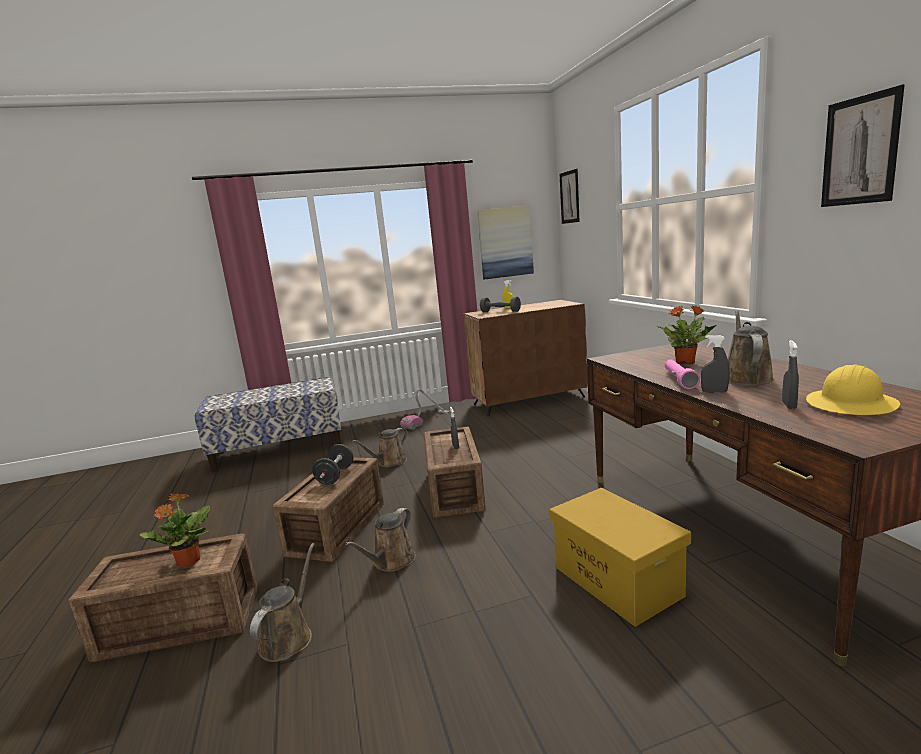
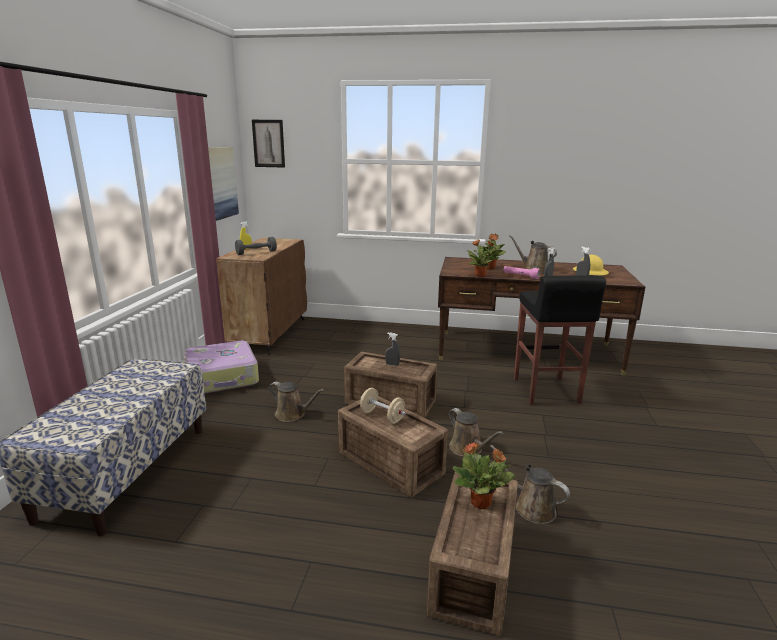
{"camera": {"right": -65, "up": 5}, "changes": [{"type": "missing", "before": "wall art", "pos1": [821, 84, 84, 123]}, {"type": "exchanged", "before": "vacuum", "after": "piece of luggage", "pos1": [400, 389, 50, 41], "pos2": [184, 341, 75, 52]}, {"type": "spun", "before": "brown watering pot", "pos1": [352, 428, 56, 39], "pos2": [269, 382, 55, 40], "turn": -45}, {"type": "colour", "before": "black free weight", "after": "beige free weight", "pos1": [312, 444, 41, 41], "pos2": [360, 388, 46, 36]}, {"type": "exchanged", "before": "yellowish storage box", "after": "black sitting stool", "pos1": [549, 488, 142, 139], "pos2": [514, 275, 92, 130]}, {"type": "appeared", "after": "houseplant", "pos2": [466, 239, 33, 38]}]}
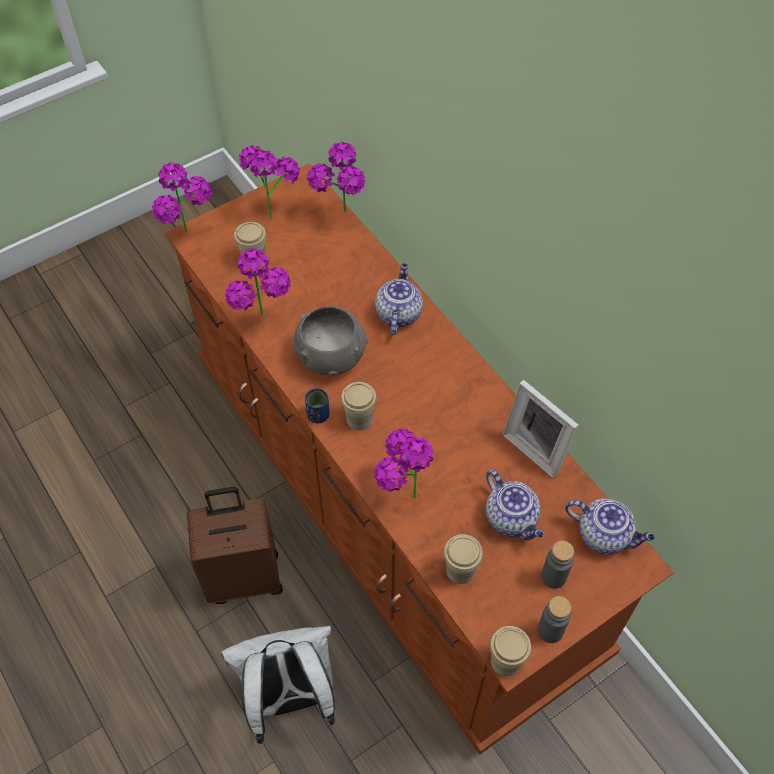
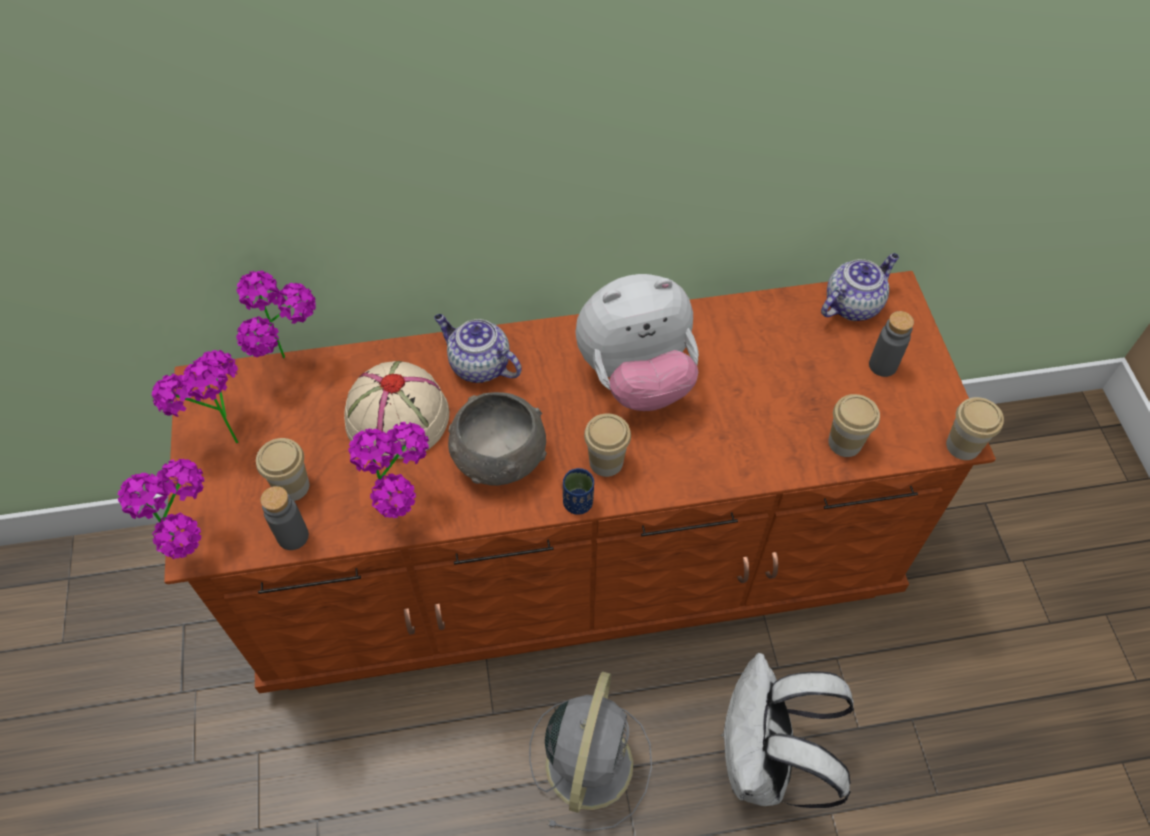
{"camera": {"right": -65, "up": 0}, "changes": [{"type": "missing", "before": "standing frame", "pos1": [503, 380, 76, 98]}, {"type": "missing", "before": "houseplant", "pos1": [374, 428, 59, 70]}, {"type": "missing", "before": "pot for tea", "pos1": [486, 470, 57, 70]}, {"type": "exchanged", "before": "brown piece of luggage", "after": "grey electric fan", "pos1": [187, 487, 96, 117], "pos2": [529, 671, 123, 160]}, {"type": "relocated", "before": "grey bottle", "pos1": [538, 596, 33, 47], "pos2": [260, 486, 49, 64]}, {"type": "appeared", "after": "plush toy", "pos2": [575, 274, 124, 137]}, {"type": "appeared", "after": "beige wearable hat", "pos2": [344, 361, 105, 98]}]}
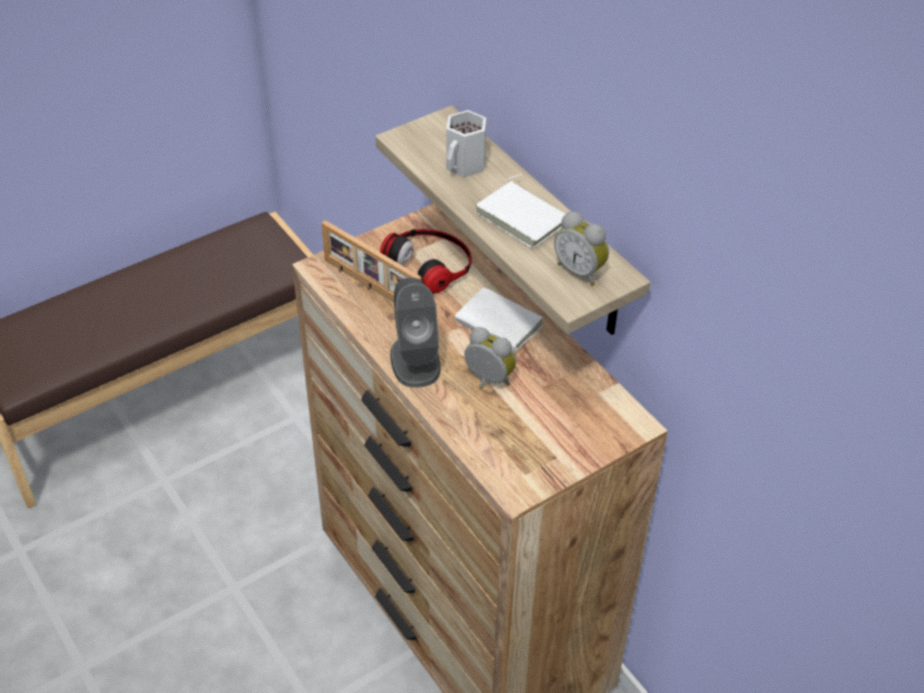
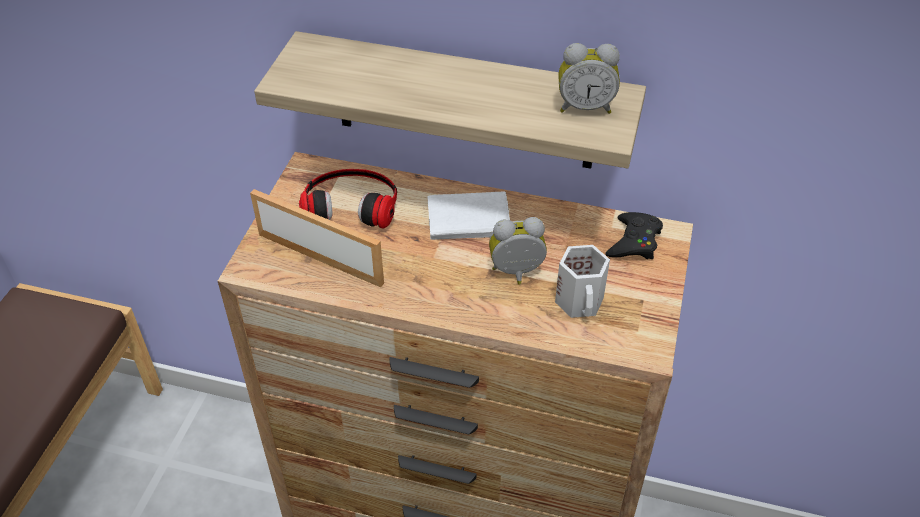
{"camera": {"right": -40, "up": 0}, "changes": [{"type": "relocated", "before": "white mug", "pos1": [446, 110, 40, 67], "pos2": [555, 245, 55, 73]}, {"type": "missing", "before": "white volume", "pos1": [475, 174, 91, 75]}, {"type": "spun", "before": "standing frame", "pos1": [321, 220, 101, 82], "pos2": [250, 189, 134, 98], "turn": -150}, {"type": "missing", "before": "grey audio speaker", "pos1": [390, 278, 50, 110]}, {"type": "appeared", "after": "black gamepad", "pos2": [605, 212, 58, 47]}]}
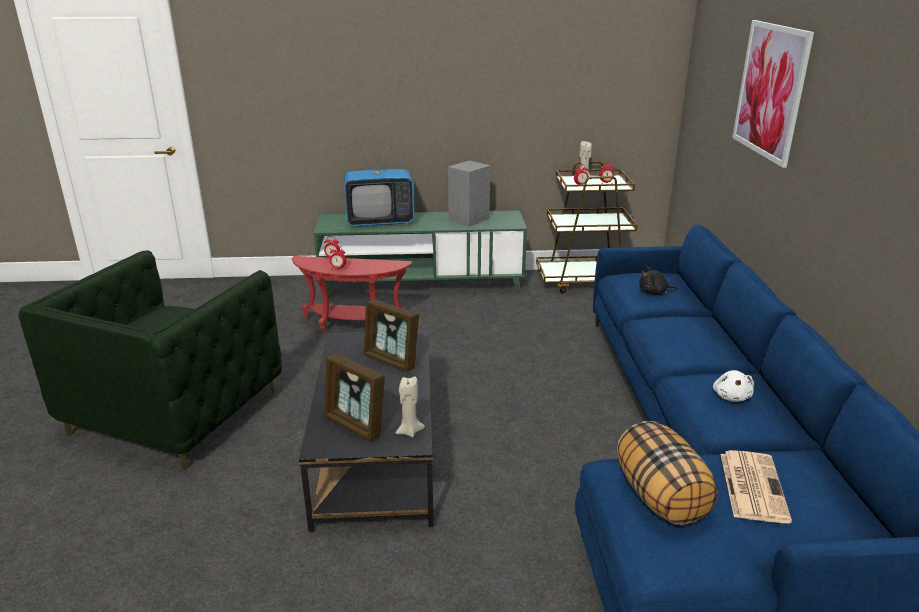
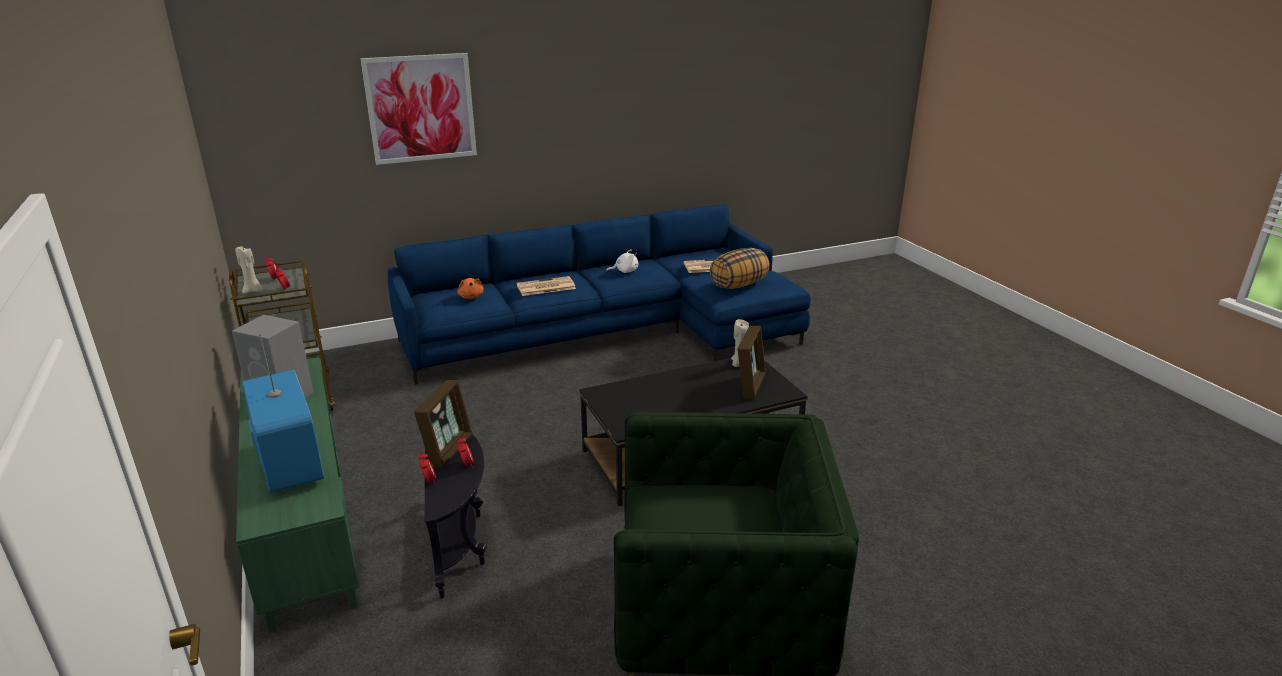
{"camera": {"right": -110, "up": 0}, "changes": [{"type": "colour", "before": "red accent table", "after": "black accent table", "pos1": [292, 256, 120, 78], "pos2": [425, 434, 62, 164]}, {"type": "colour", "before": "black plush toy", "after": "orange-coloured plush toy", "pos1": [639, 266, 39, 29], "pos2": [457, 278, 27, 21]}, {"type": "relocated", "before": "standing frame", "pos1": [363, 299, 56, 73], "pos2": [414, 380, 58, 88]}, {"type": "appeared", "after": "newspaper", "pos2": [517, 276, 59, 20]}]}
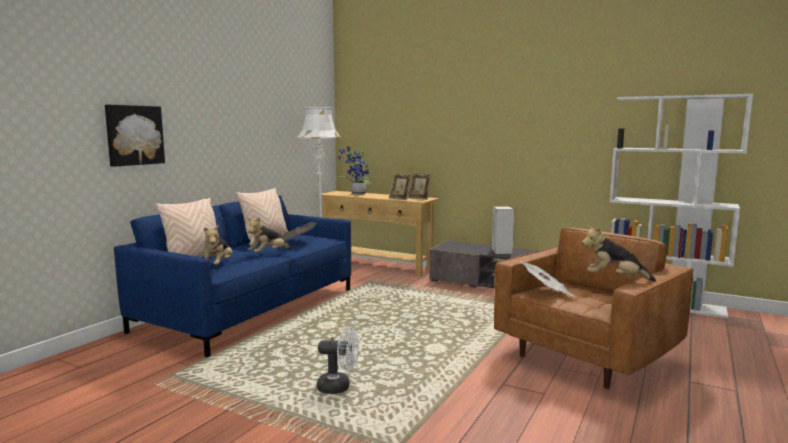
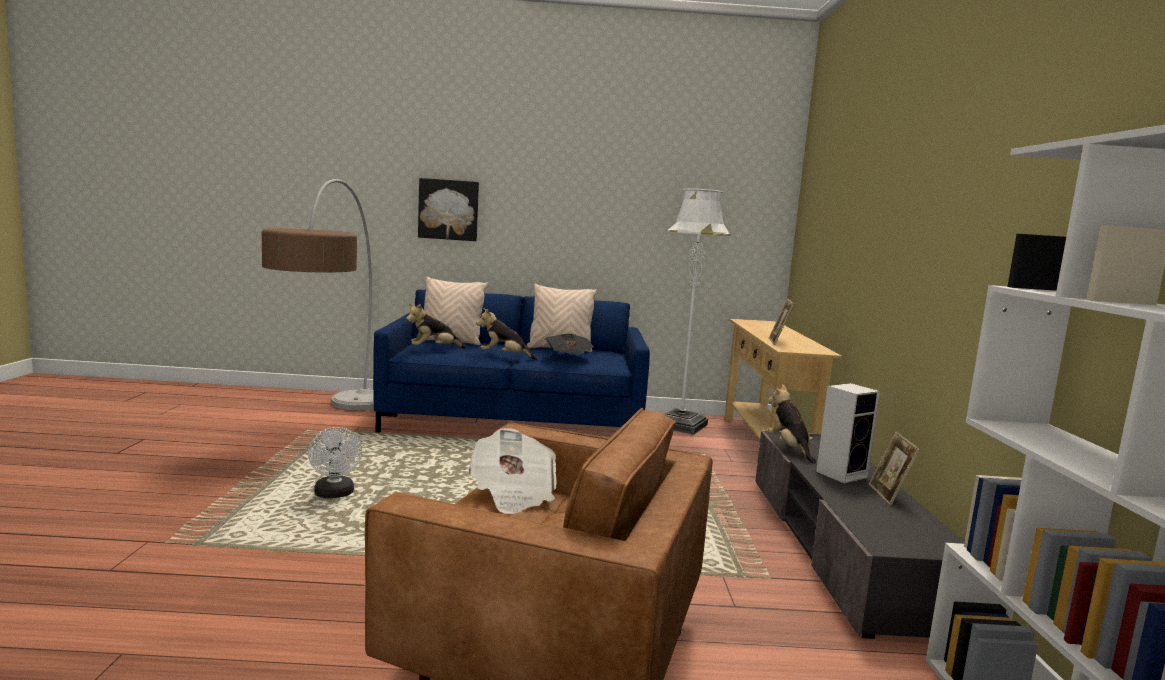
{"camera": {"right": 60, "up": 0}, "changes": [{"type": "missing", "before": "houseplant", "pos1": [338, 146, 32, 49]}, {"type": "relocated", "before": "standing frame", "pos1": [408, 172, 24, 28], "pos2": [869, 431, 51, 74]}, {"type": "relocated", "before": "plush toy", "pos1": [582, 225, 74, 57], "pos2": [768, 384, 48, 80]}, {"type": "appeared", "after": "standing lamp", "pos2": [262, 179, 112, 232]}]}
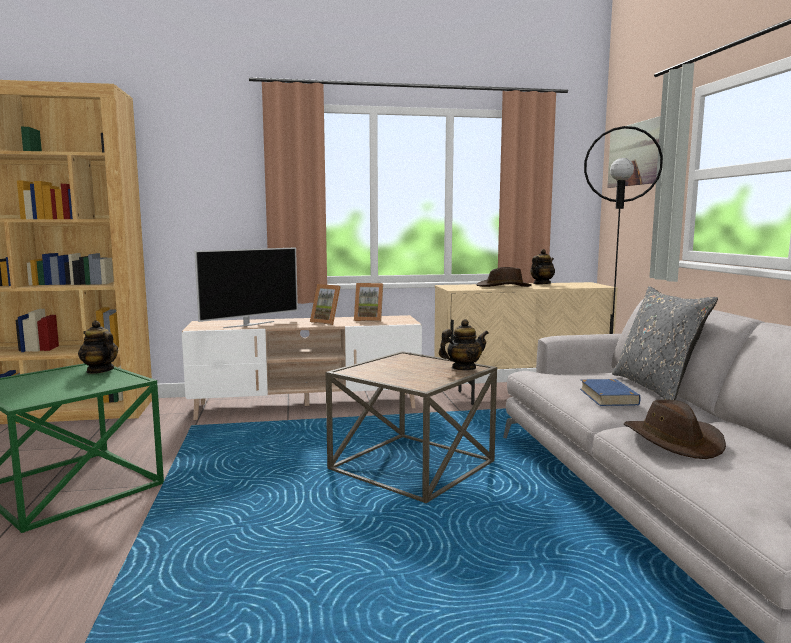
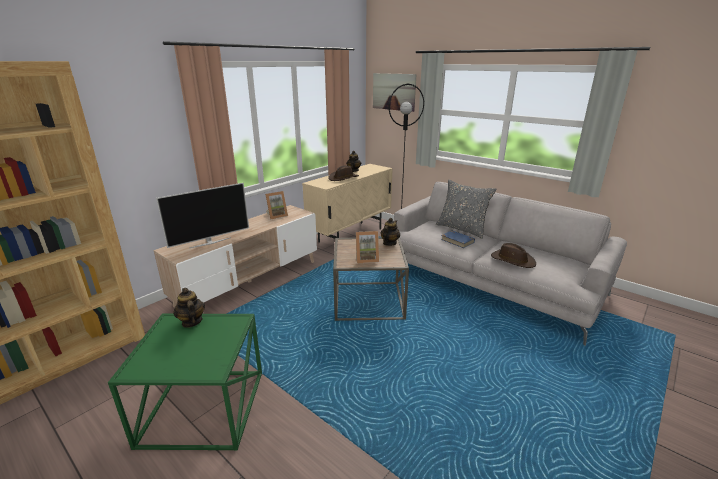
{"camera": {"right": -40, "up": 15}, "changes": [{"type": "spun", "before": "TV", "pos1": [195, 247, 103, 81], "pos2": [156, 183, 93, 65], "turn": 45}, {"type": "relocated", "before": "standing frame", "pos1": [310, 284, 31, 41], "pos2": [356, 231, 23, 32]}, {"type": "spun", "before": "pot for tea", "pos1": [78, 321, 40, 53], "pos2": [173, 288, 32, 40], "turn": 60}]}
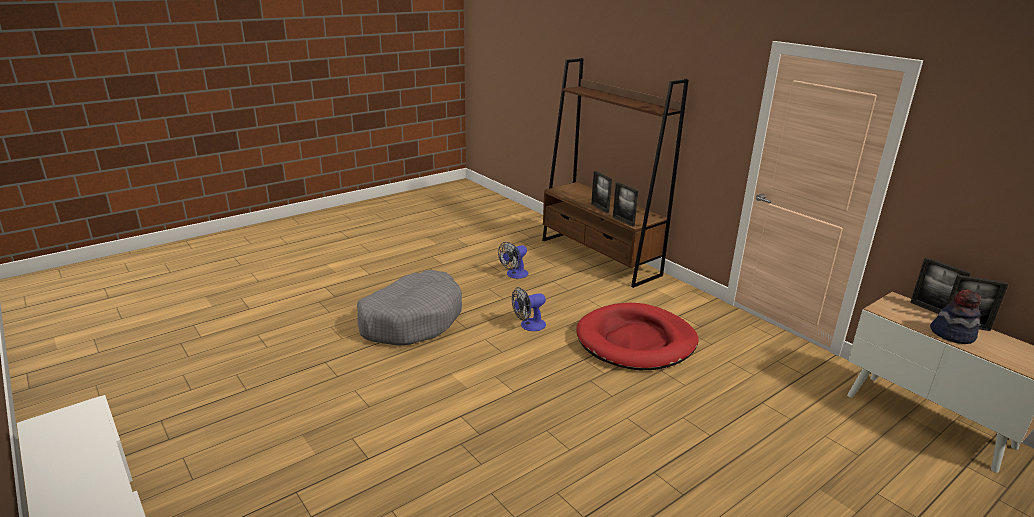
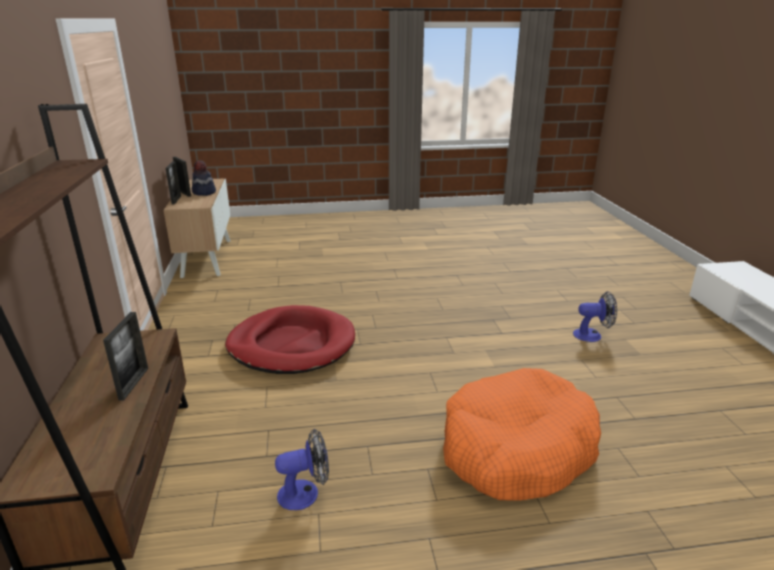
{"camera": {"right": -150, "up": 0}, "changes": [{"type": "missing", "before": "standing frame", "pos1": [613, 182, 25, 45]}, {"type": "colour", "before": "grey dog bed", "after": "orange-coloured dog bed", "pos1": [357, 270, 105, 75], "pos2": [443, 368, 158, 133]}, {"type": "relocated", "before": "electric fan", "pos1": [512, 287, 34, 44], "pos2": [573, 292, 44, 50]}]}
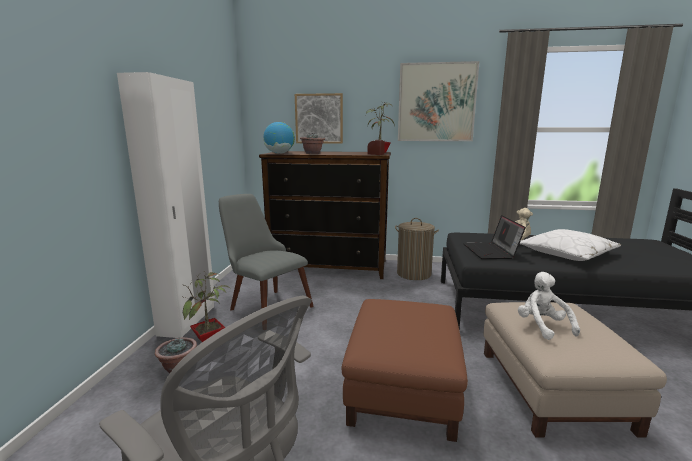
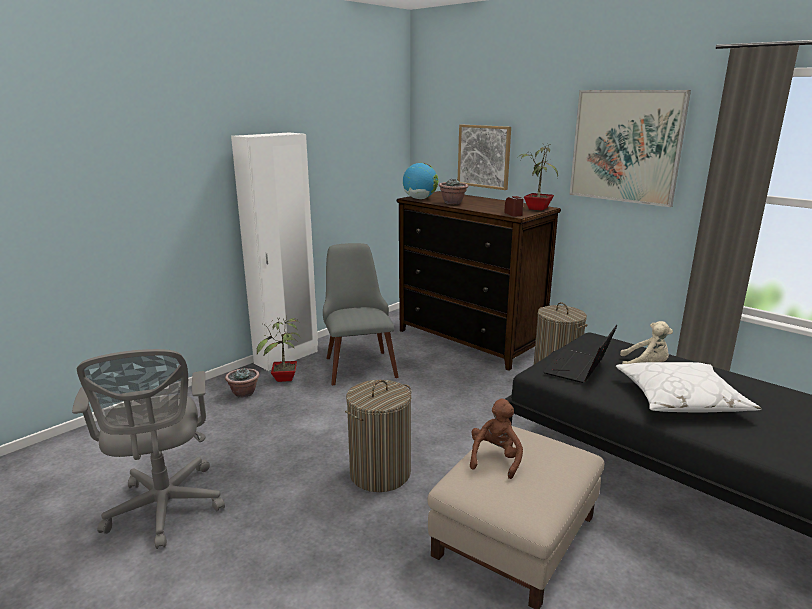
{"camera": {"right": 35, "up": 5}, "changes": [{"type": "colour", "before": "white plush toy", "after": "brown plush toy", "pos1": [518, 272, 62, 68], "pos2": [470, 399, 53, 80]}, {"type": "exchanged", "before": "brown footrest", "after": "laundry basket", "pos1": [342, 299, 126, 143], "pos2": [345, 380, 66, 112]}]}
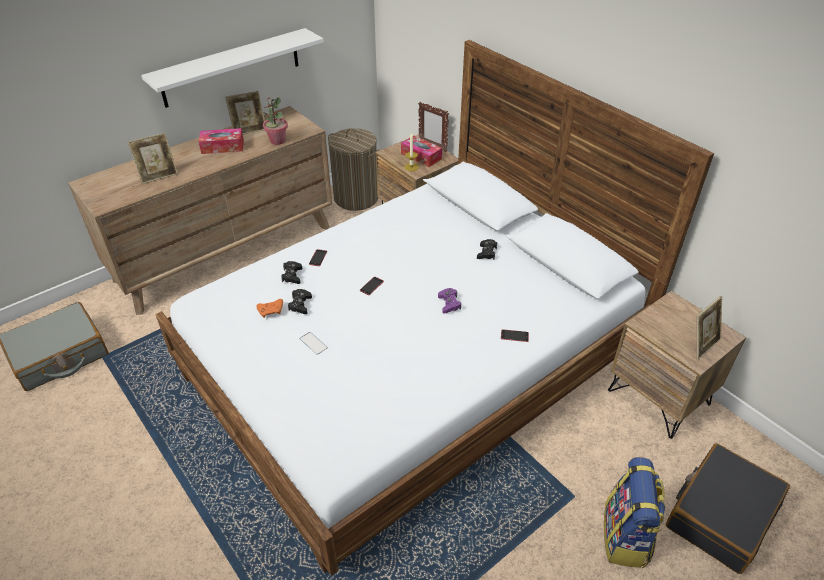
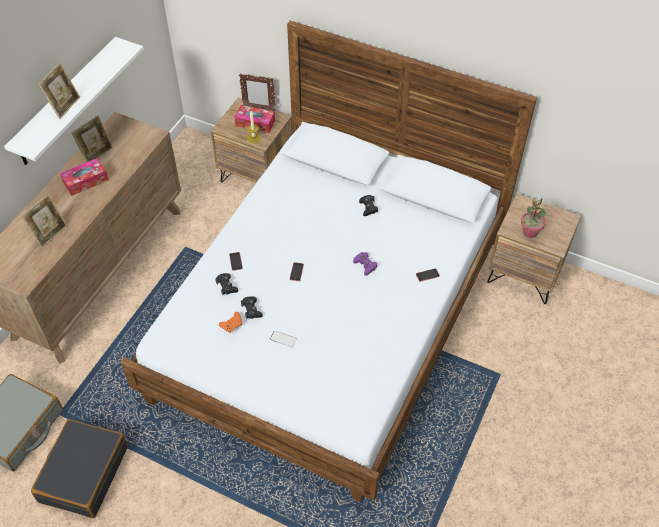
{"camera": {"right": -25, "up": 10}, "changes": [{"type": "relocated", "before": "houseplant", "pos1": [263, 97, 25, 48], "pos2": [521, 198, 26, 40]}, {"type": "missing", "before": "laundry basket", "pos1": [328, 128, 51, 83]}, {"type": "relocated", "before": "standing frame", "pos1": [696, 296, 26, 64], "pos2": [38, 63, 42, 56]}, {"type": "relocated", "before": "black piece of luggage", "pos1": [666, 443, 124, 131], "pos2": [31, 419, 97, 99]}, {"type": "missing", "before": "backpack", "pos1": [604, 457, 62, 111]}]}
